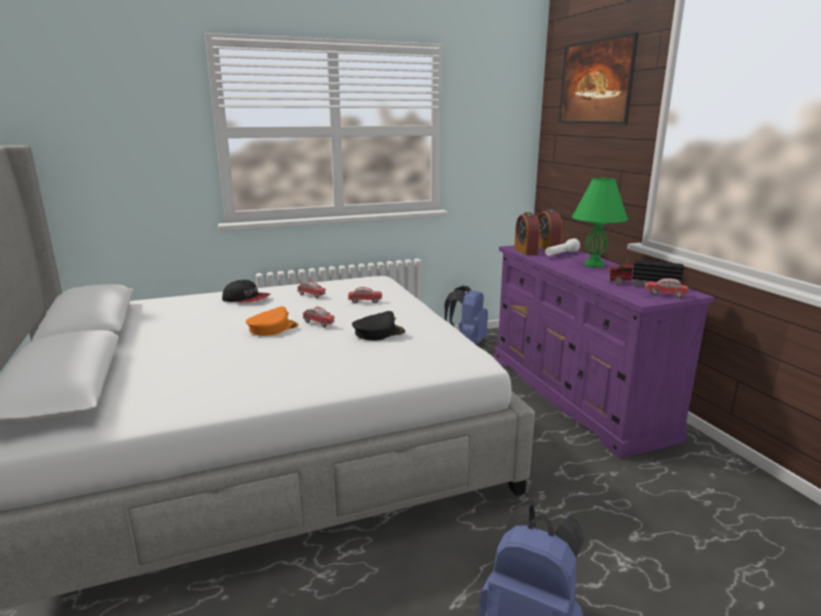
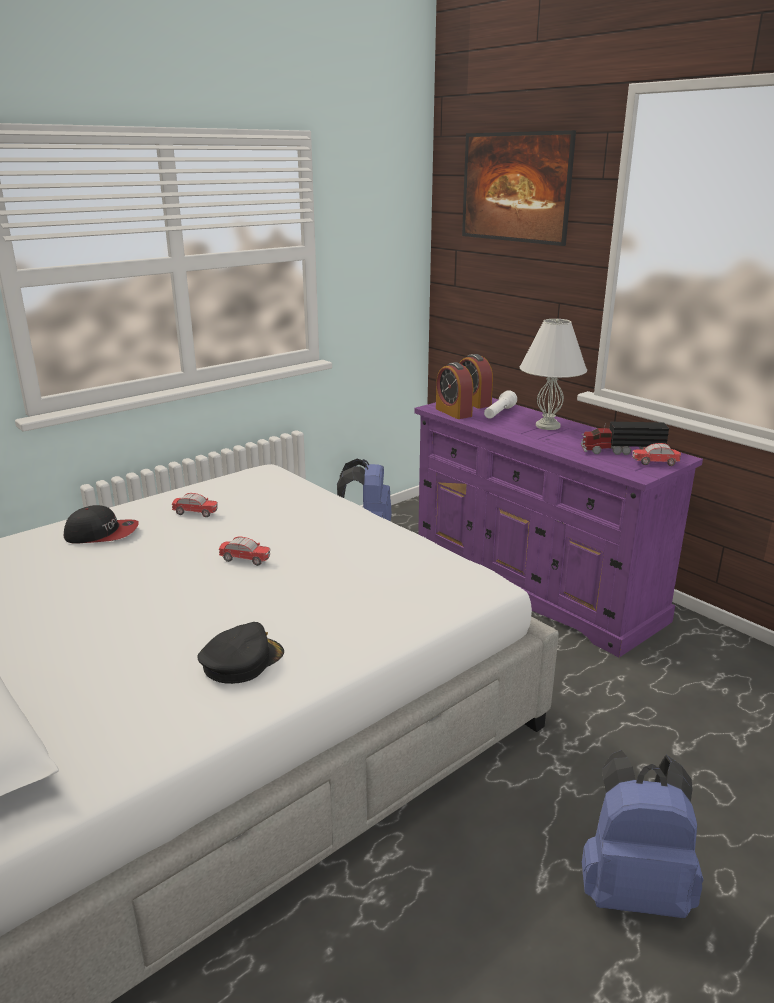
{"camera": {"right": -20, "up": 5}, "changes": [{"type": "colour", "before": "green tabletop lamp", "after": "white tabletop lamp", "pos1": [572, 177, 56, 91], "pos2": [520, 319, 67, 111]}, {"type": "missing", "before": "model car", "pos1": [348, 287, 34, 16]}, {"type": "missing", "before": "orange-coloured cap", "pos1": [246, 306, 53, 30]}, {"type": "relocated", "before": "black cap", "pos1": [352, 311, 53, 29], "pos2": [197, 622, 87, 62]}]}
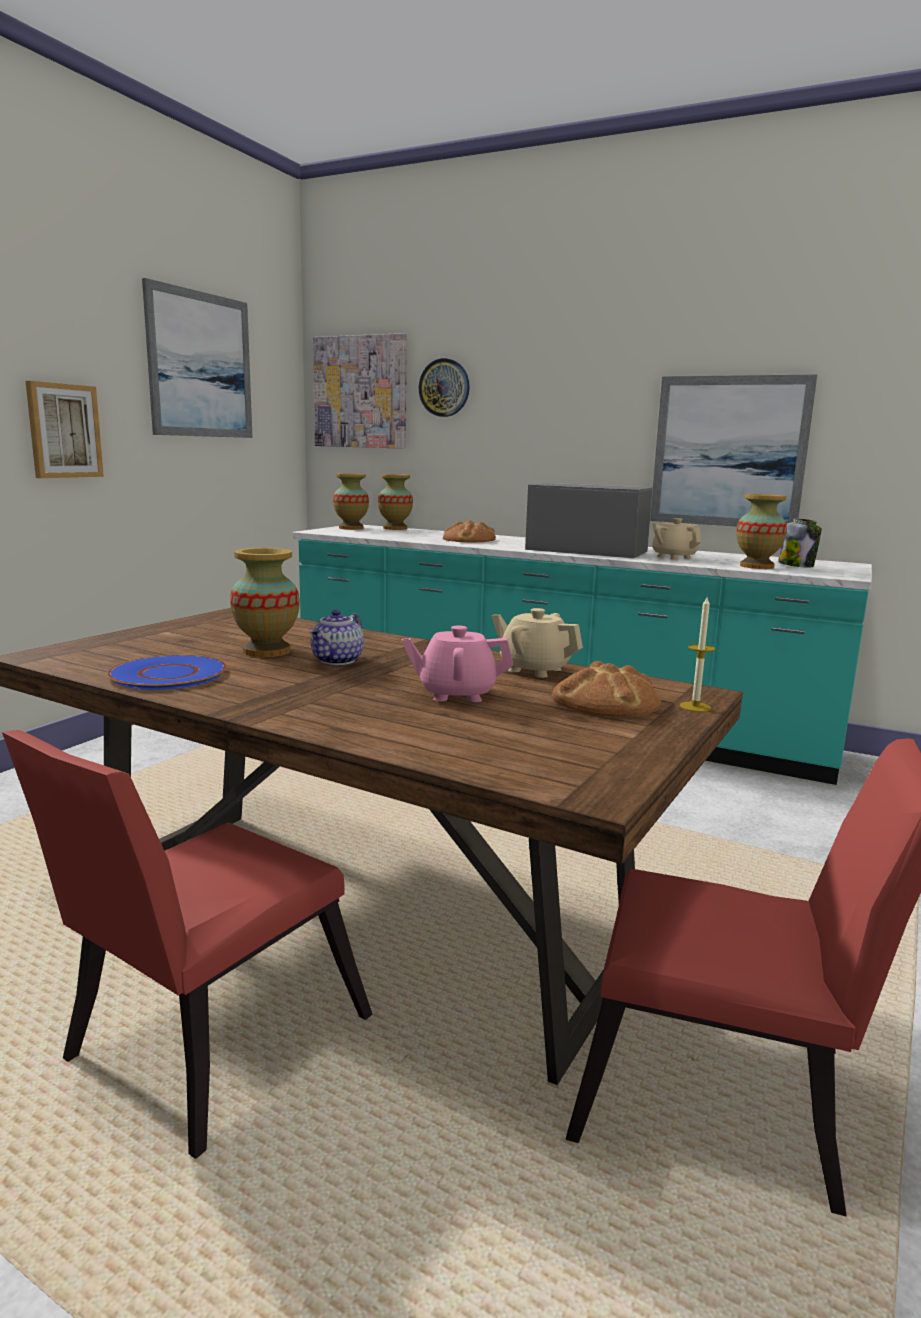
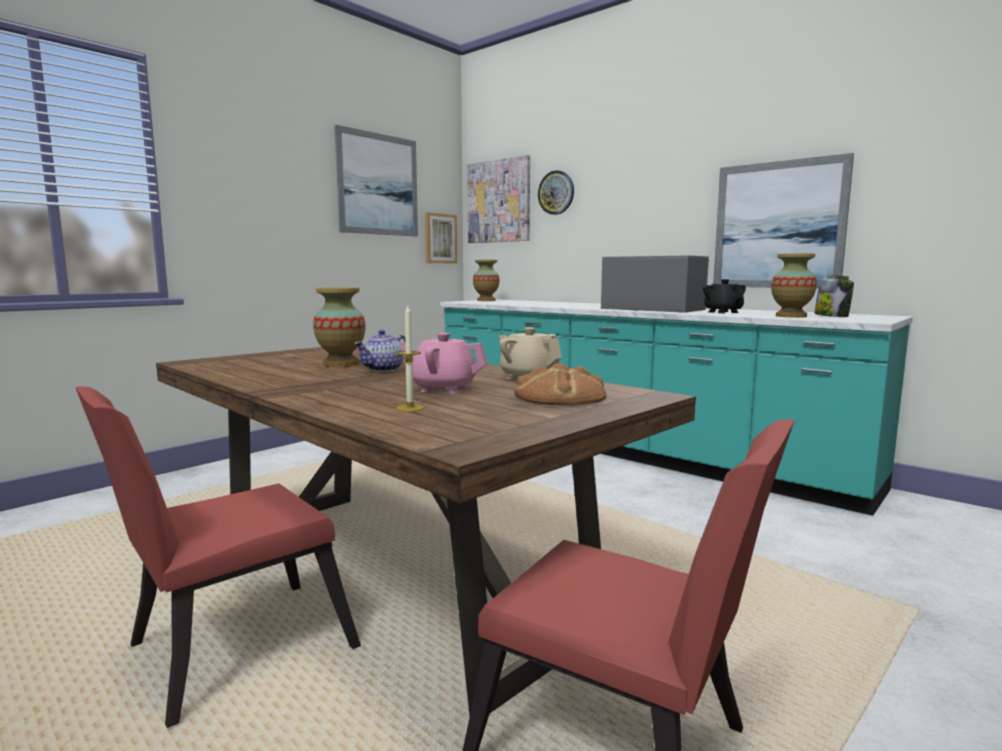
{"camera": {"right": 15, "up": -5}, "changes": [{"type": "relocated", "before": "wall art", "pos1": [26, 381, 78, 97], "pos2": [425, 212, 32, 51]}, {"type": "missing", "before": "decorative vase", "pos1": [378, 474, 35, 56]}, {"type": "colour", "before": "beige pot for tea", "after": "black pot for tea", "pos1": [652, 518, 49, 42], "pos2": [703, 279, 43, 34]}, {"type": "missing", "before": "baked bread", "pos1": [443, 520, 53, 23]}, {"type": "relocated", "before": "candle", "pos1": [680, 597, 35, 115], "pos2": [396, 304, 28, 108]}, {"type": "missing", "before": "bluish plate", "pos1": [107, 655, 120, 35]}]}
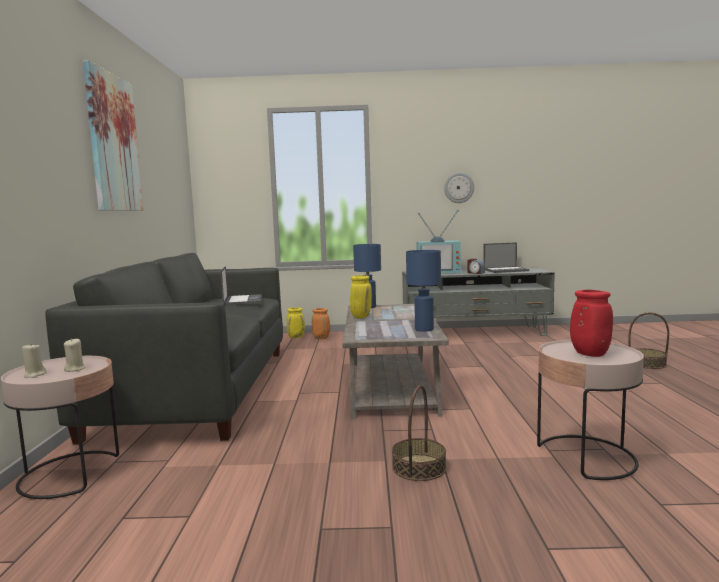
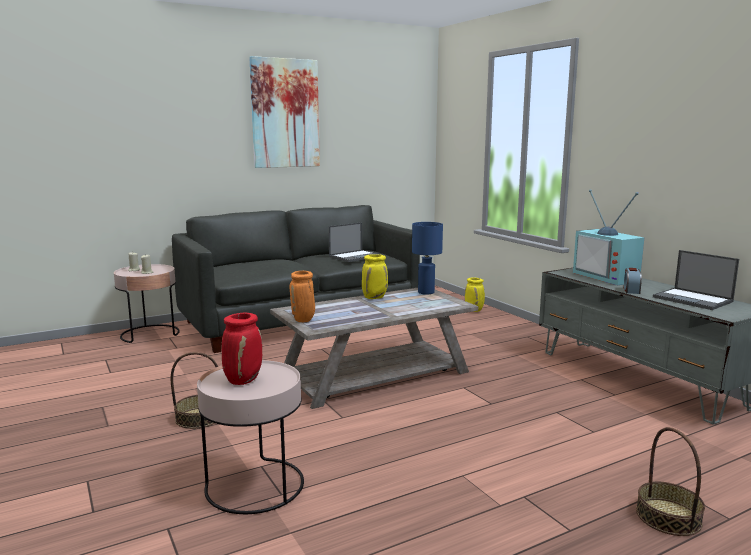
{"camera": {"right": 60, "up": 5}, "changes": [{"type": "missing", "before": "wall clock", "pos1": [444, 172, 30, 31]}, {"type": "missing", "before": "bluish tabletop lamp", "pos1": [406, 250, 35, 82]}, {"type": "relocated", "before": "orange-coloured decorative vase", "pos1": [312, 308, 18, 31], "pos2": [290, 271, 25, 51]}]}
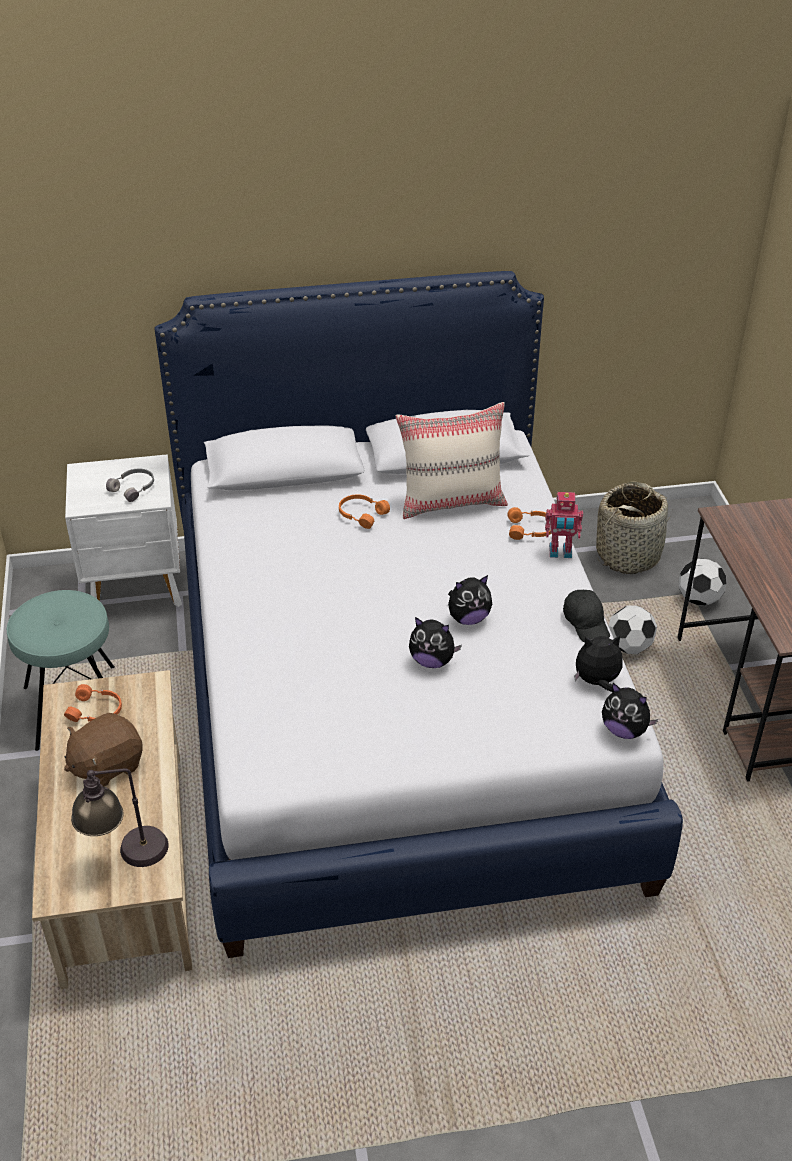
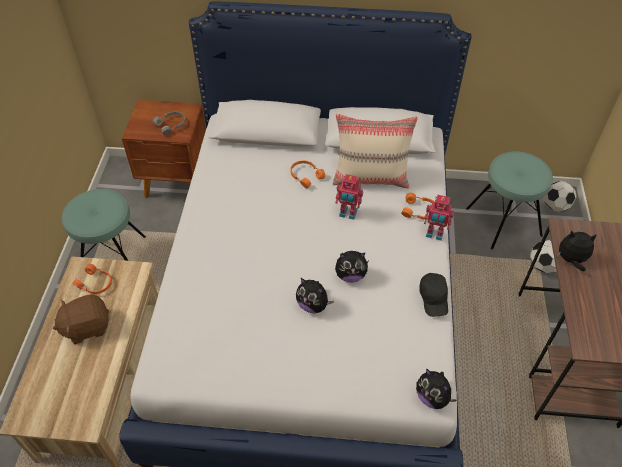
{"camera": {"right": 15, "up": 10}, "changes": [{"type": "colour", "before": "white bedside table", "after": "brown bedside table", "pos1": [65, 454, 117, 153], "pos2": [122, 100, 84, 98]}, {"type": "exchanged", "before": "storage basket", "after": "turquoise sitting stool", "pos1": [596, 481, 75, 93], "pos2": [466, 151, 87, 98]}, {"type": "relocated", "before": "football ball", "pos1": [608, 606, 49, 48], "pos2": [543, 181, 33, 31]}, {"type": "relocated", "before": "plush toy", "pos1": [574, 635, 49, 57], "pos2": [556, 231, 41, 40]}, {"type": "missing", "before": "tabletop lamp", "pos1": [71, 769, 98, 98]}, {"type": "appeared", "after": "toy robot", "pos2": [336, 174, 27, 46]}]}
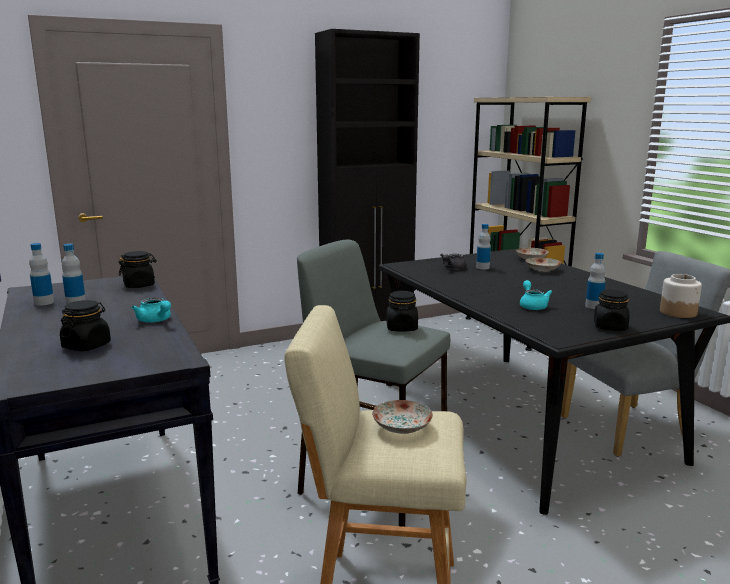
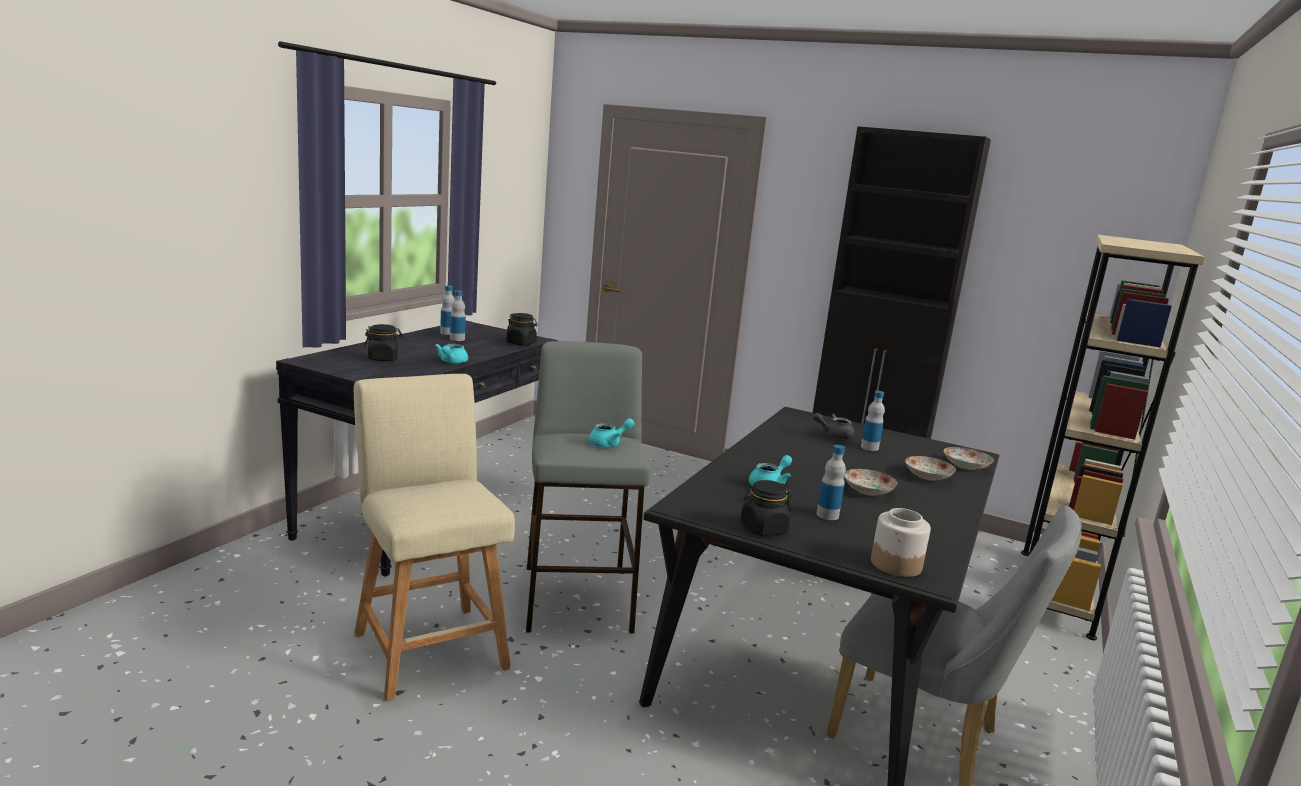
{"camera": {"right": 50, "up": 0}, "changes": [{"type": "exchanged", "before": "black jar", "after": "turquoise pot for tea", "pos1": [386, 291, 32, 41], "pos2": [588, 418, 46, 30]}, {"type": "relocated", "before": "plate", "pos1": [372, 400, 61, 34], "pos2": [844, 469, 53, 27]}]}
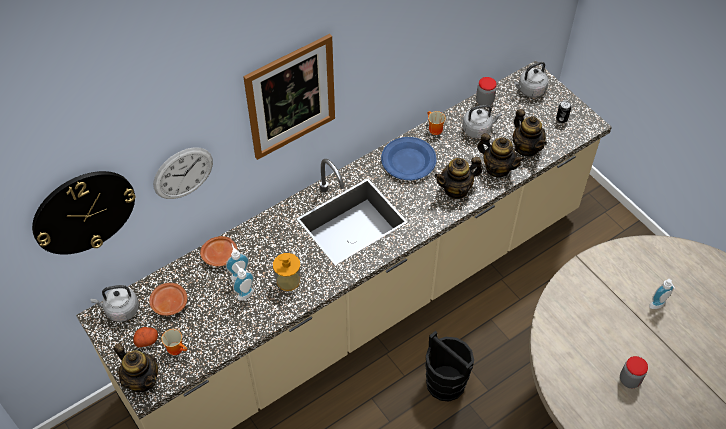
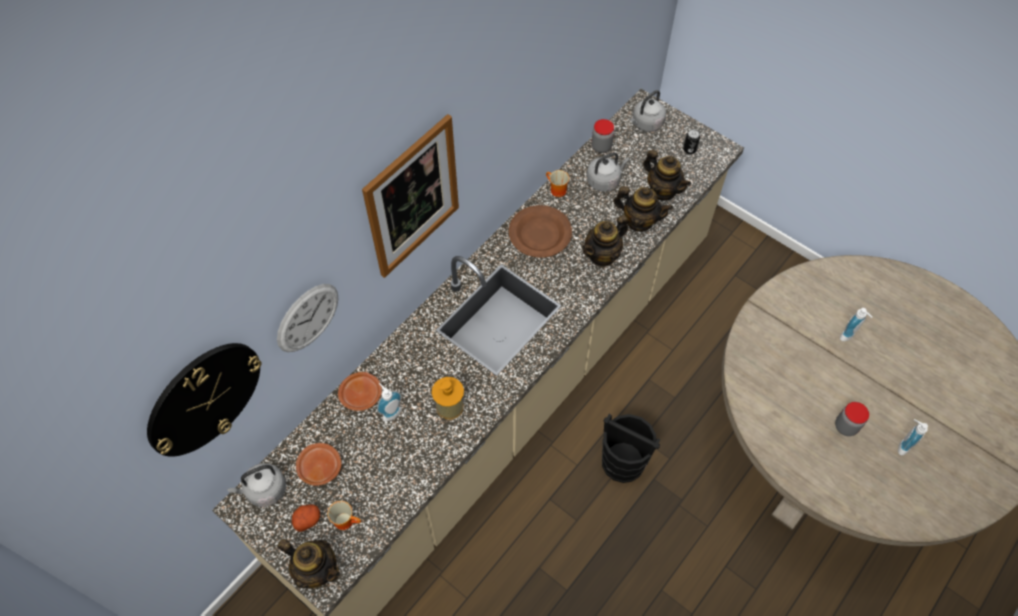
{"camera": {"right": -15, "up": 5}, "changes": [{"type": "colour", "before": "bluish plate", "after": "brown plate", "pos1": [381, 137, 55, 43], "pos2": [509, 205, 63, 53]}, {"type": "relocated", "before": "soap bottle", "pos1": [233, 264, 21, 37], "pos2": [898, 419, 30, 36]}]}
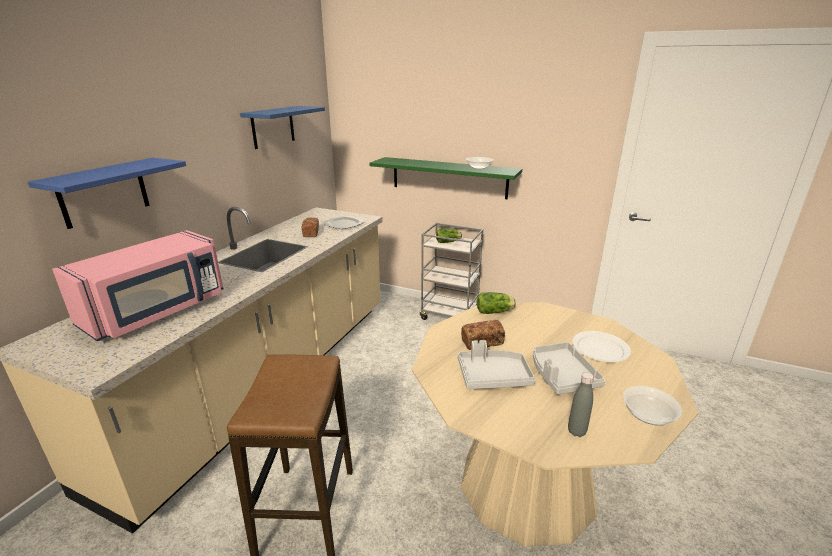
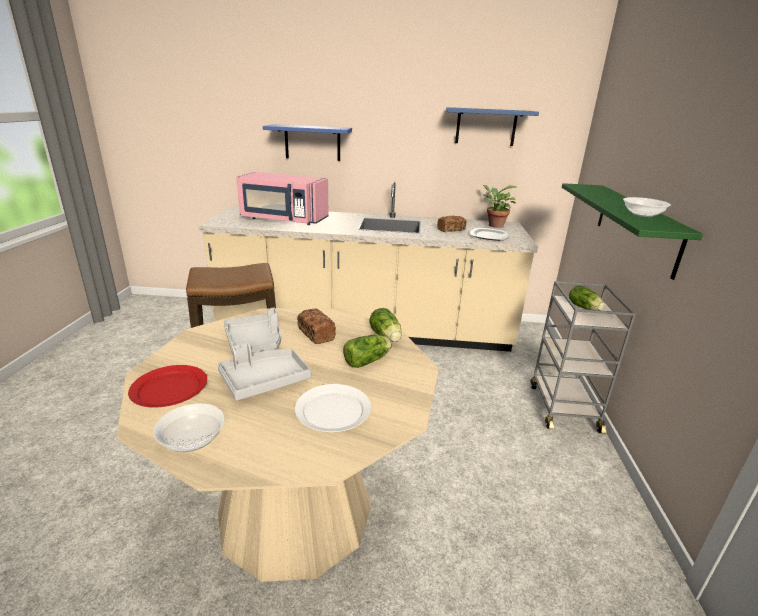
{"camera": {"right": 70, "up": 0}, "changes": [{"type": "exchanged", "before": "grey bottle", "after": "red plate", "pos1": [568, 372, 26, 65], "pos2": [128, 365, 79, 43]}, {"type": "appeared", "after": "houseplant", "pos2": [483, 185, 35, 43]}, {"type": "appeared", "after": "lettuce head", "pos2": [343, 335, 49, 33]}]}
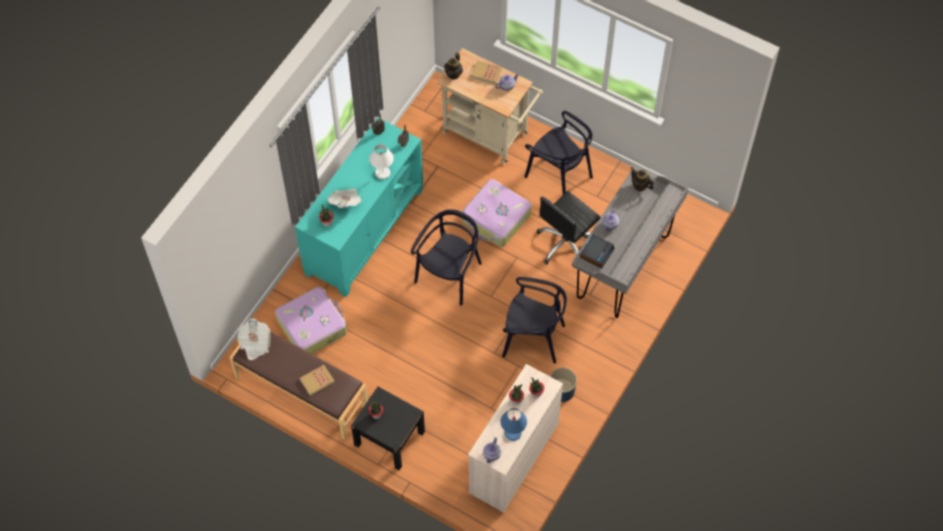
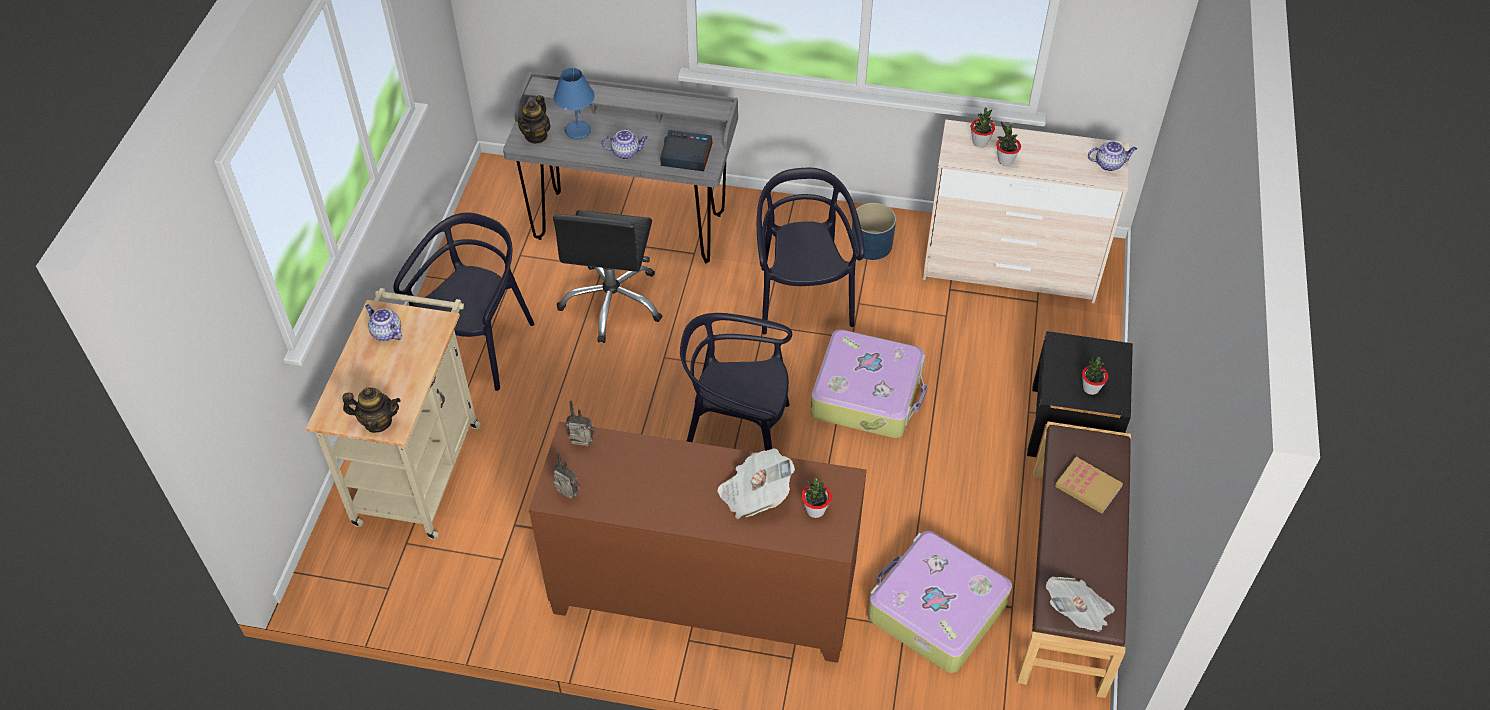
{"camera": {"right": -110, "up": -10}, "changes": [{"type": "missing", "before": "volume", "pos1": [471, 61, 31, 23]}, {"type": "colour", "before": "turquoise storage cabinet", "after": "brown storage cabinet", "pos1": [295, 118, 128, 179], "pos2": [529, 422, 338, 241]}, {"type": "missing", "before": "white tabletop lamp", "pos1": [369, 144, 25, 35]}, {"type": "relocated", "before": "piece of luggage", "pos1": [462, 179, 70, 68], "pos2": [811, 329, 117, 109]}, {"type": "spun", "before": "black computer chair", "pos1": [537, 191, 64, 73], "pos2": [553, 210, 110, 133], "turn": 75}, {"type": "relocated", "before": "bluish tabletop lamp", "pos1": [500, 408, 27, 33], "pos2": [553, 68, 42, 71]}]}
